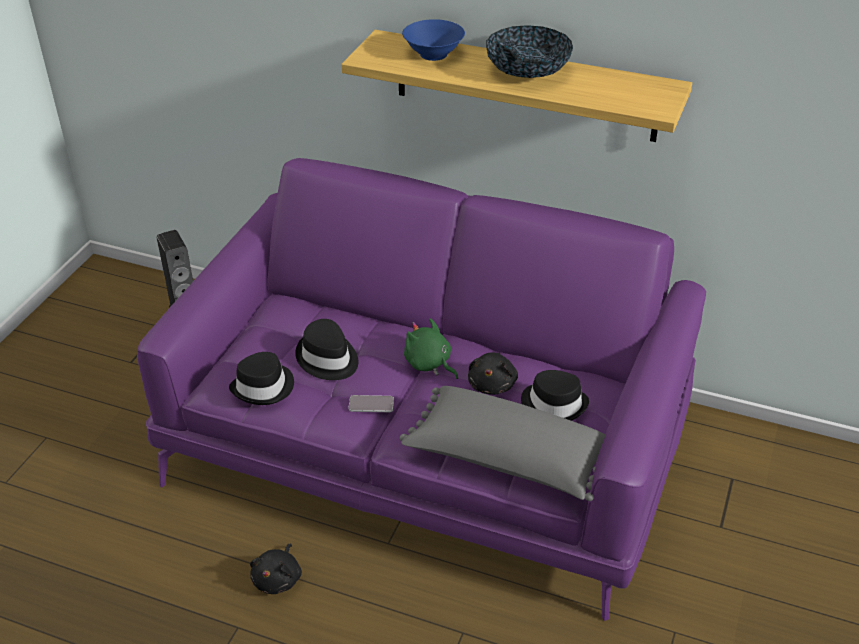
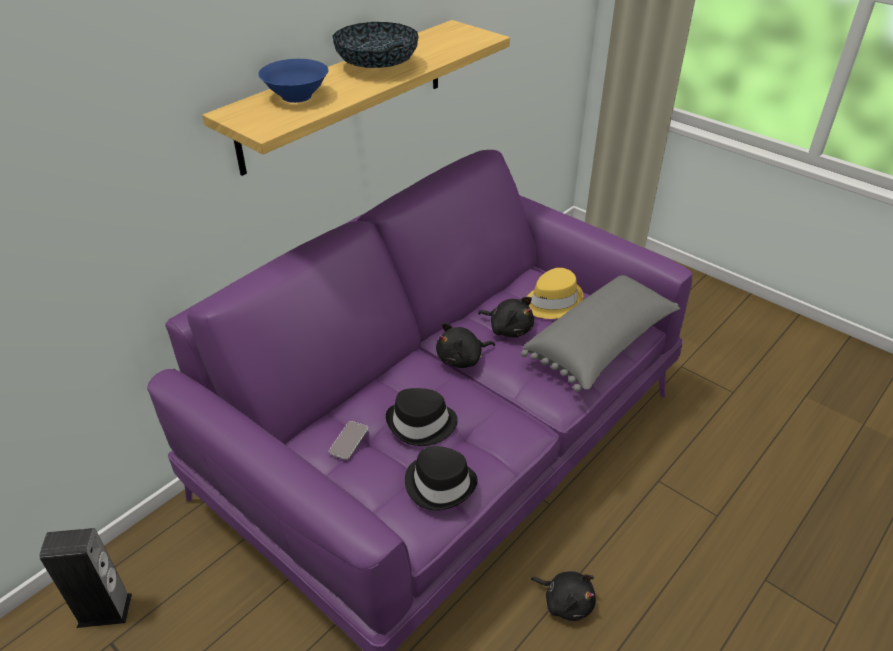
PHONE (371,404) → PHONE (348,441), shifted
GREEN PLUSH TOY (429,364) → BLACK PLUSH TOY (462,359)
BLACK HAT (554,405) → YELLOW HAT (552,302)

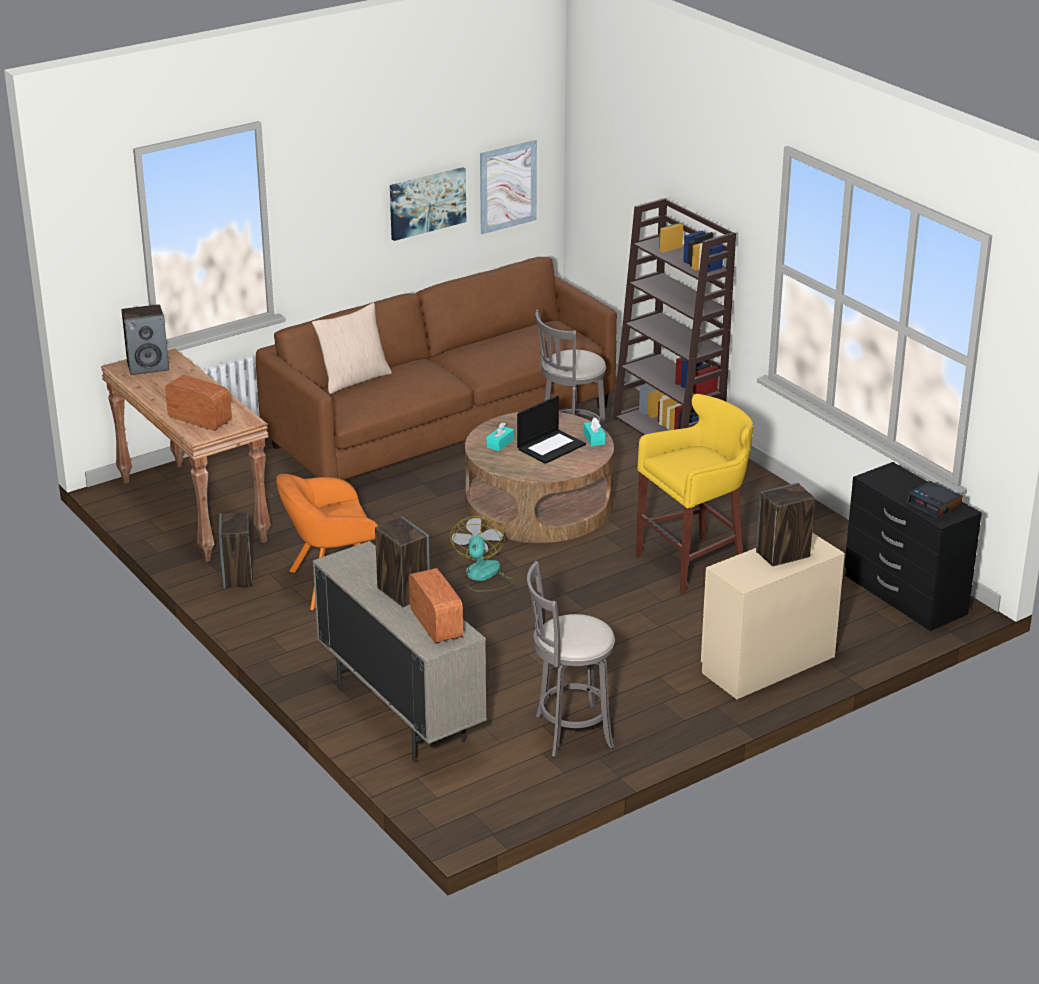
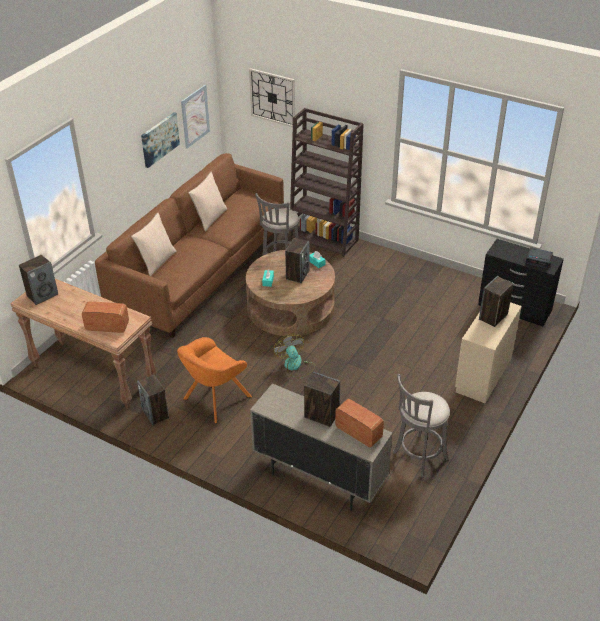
- → BEIGE PILLOW (210,218)
- → WALL CLOCK (272,97)
LAPTOP (551,446) → SPEAKER (297,275)
YELLOW STOOL (693,563) → -

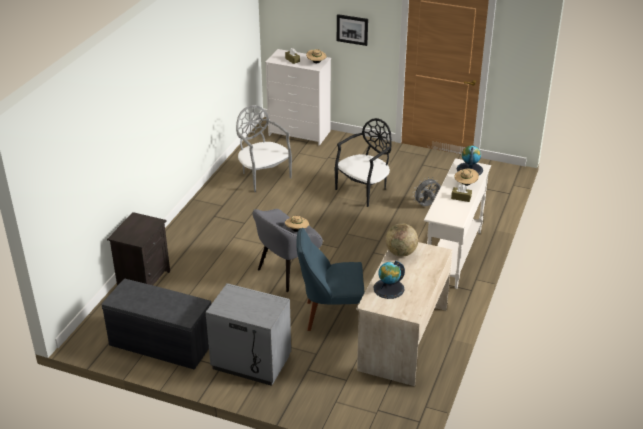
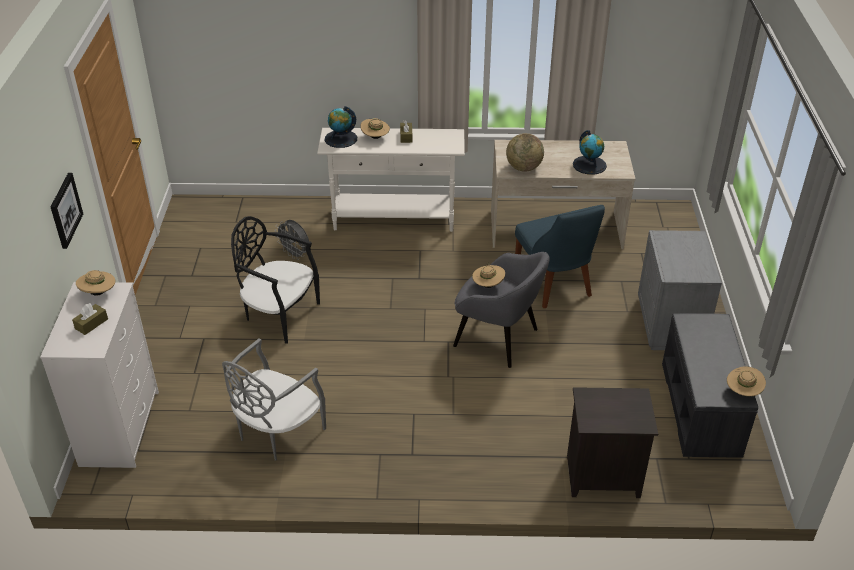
- → BEIGE HAT (743,391)

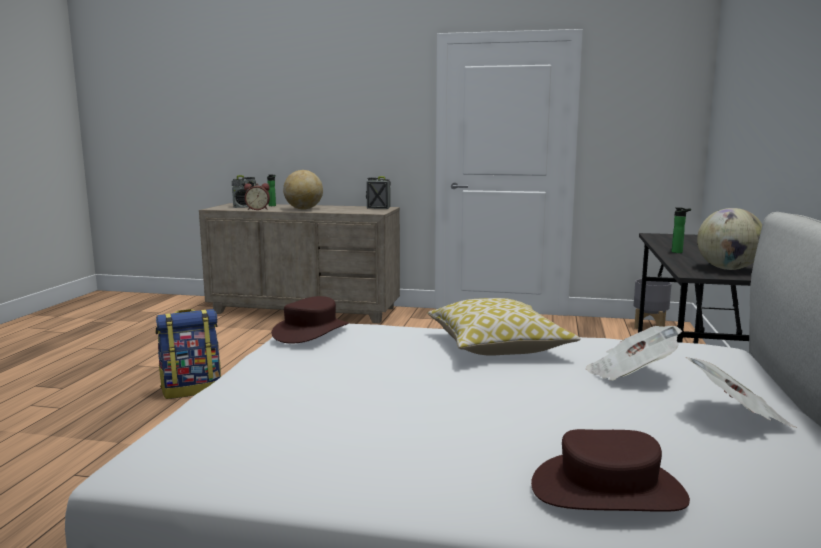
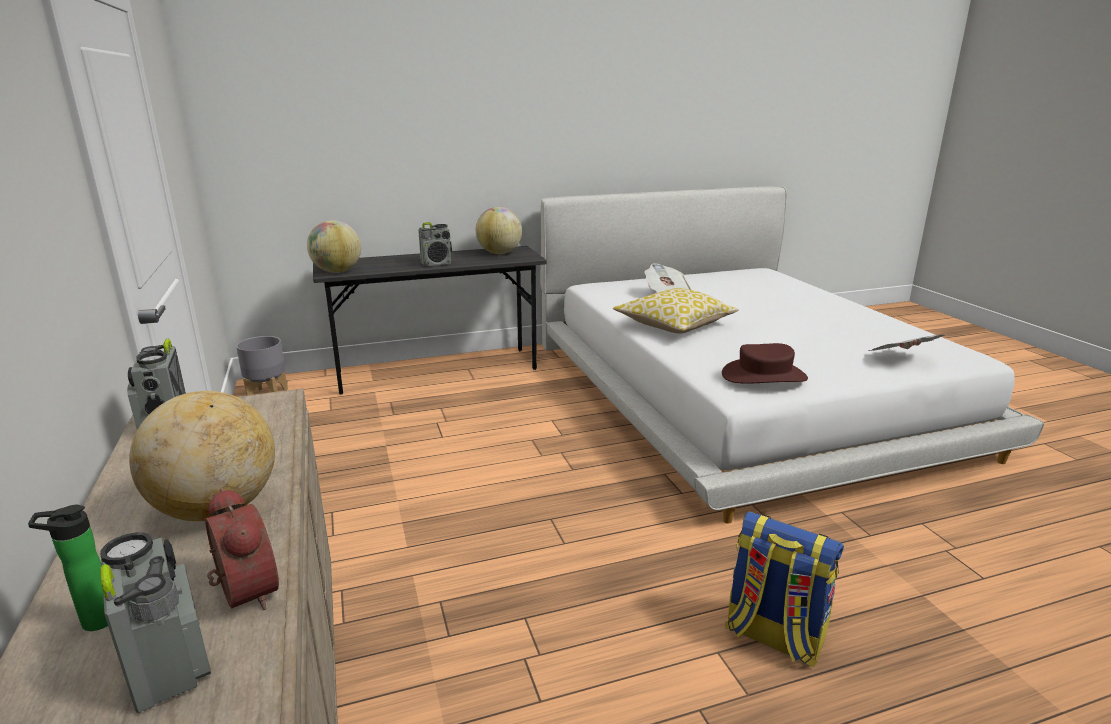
- → GLOBE (337,271)
BOTTLE (678,252) → RADIO (437,264)
NEWSPAPER (737,416) → NEWSPAPER (901,359), shifted
BROWN HAT (608,491) → -

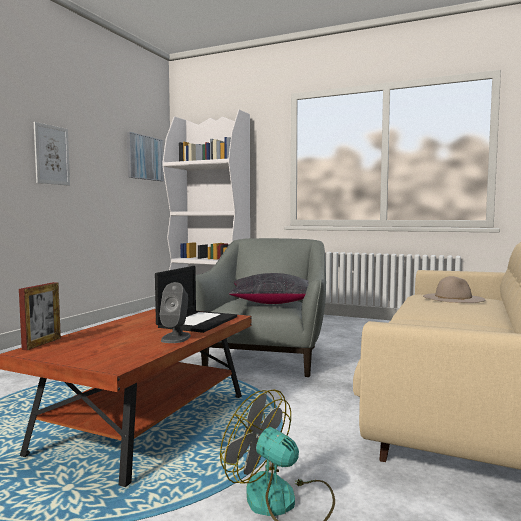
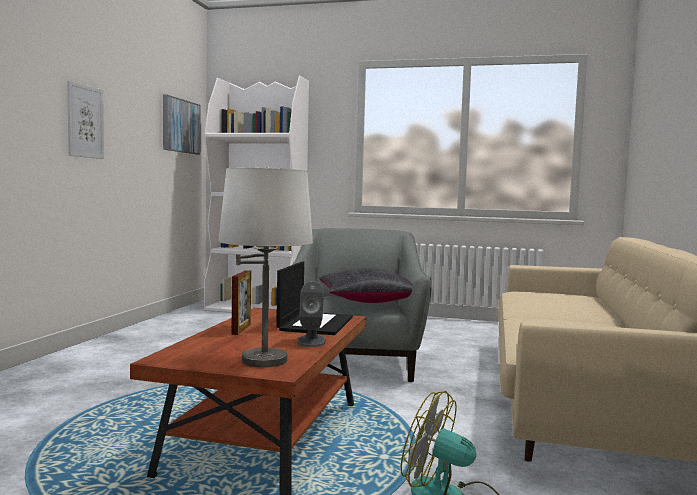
- → WHITE TABLE LAMP (264,360)
PICTURE FRAME (42,343) → PICTURE FRAME (241,329), shifted
BEIGE HAT (453,298) → -

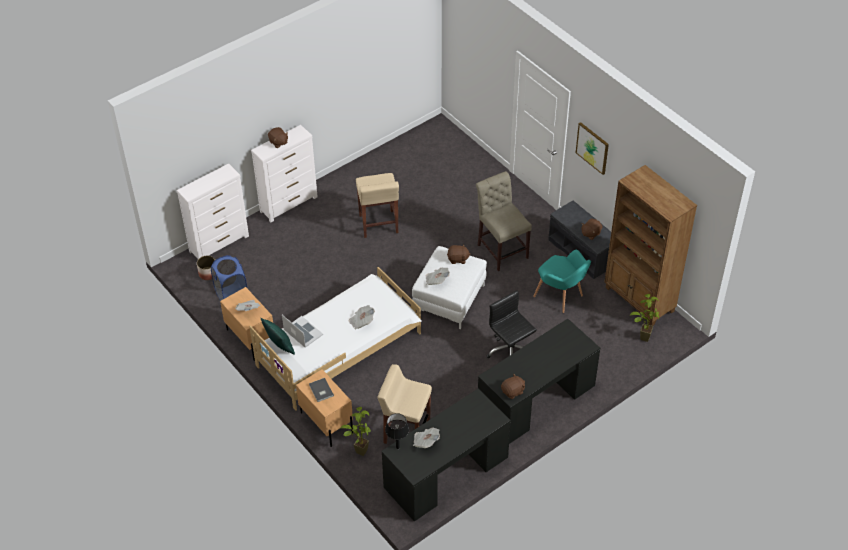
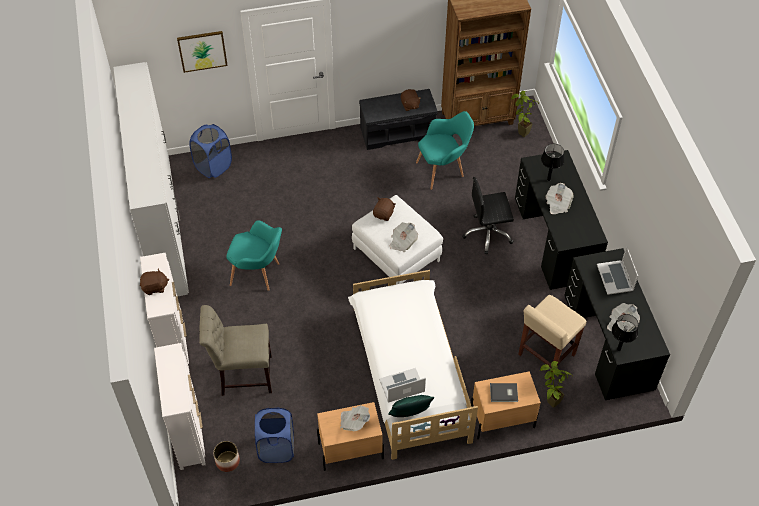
- → WHITE WARDROBE (162,226)
PICTURE (592,148) → PICTURE (202,51), shifted
- → BLUE LAUNDRY BASKET (213,166)
BEIGE CHAIR (501,249) → BEIGE CHAIR (242,375), shifted
BEIGE STOOL (378,224) → TURQUOISE ARMCHAIR (258,274)
- → BLACK TABLE LAMP (549,179)
NEWSPAPER (361,321) → NEWSPAPER (557,204), shifted
- → LAPTOP (615,277)
BROWN PLUSH TOY (513,391) → -

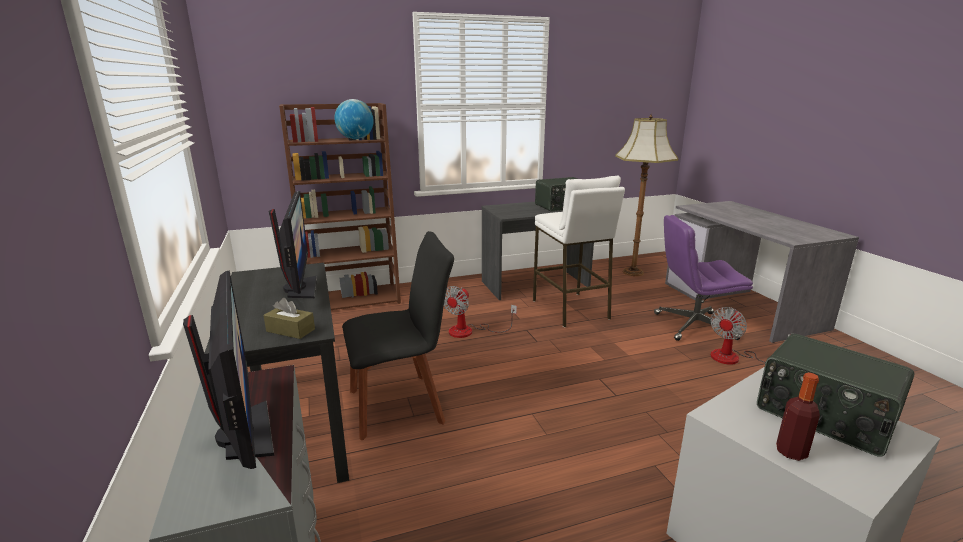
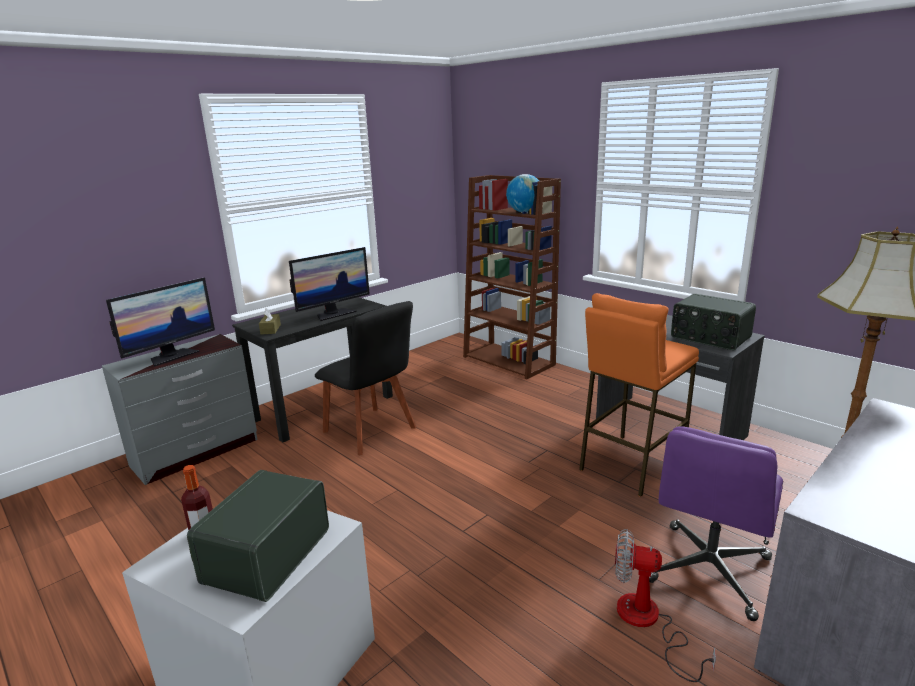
WHITE STOOL (570,309) → ORANGE STOOL (630,464)
PURPLE OFFICE CHAIR (693,326) → PURPLE OFFICE CHAIR (709,571), 120 degrees counterclockwise
FAN (469,331) → -

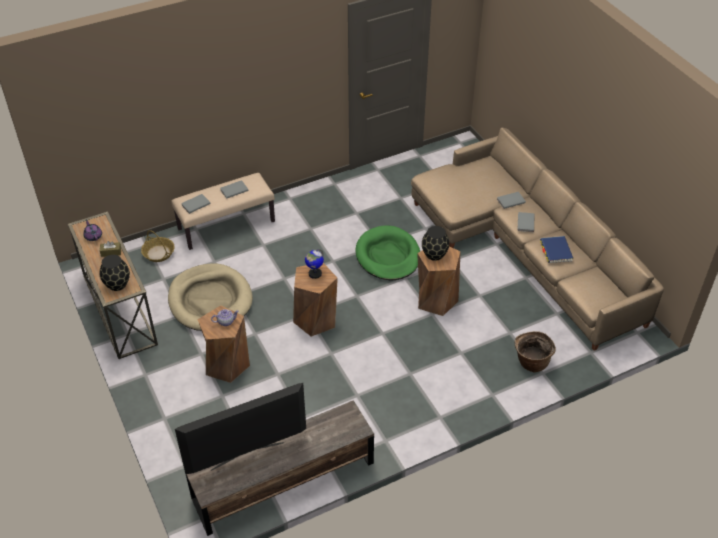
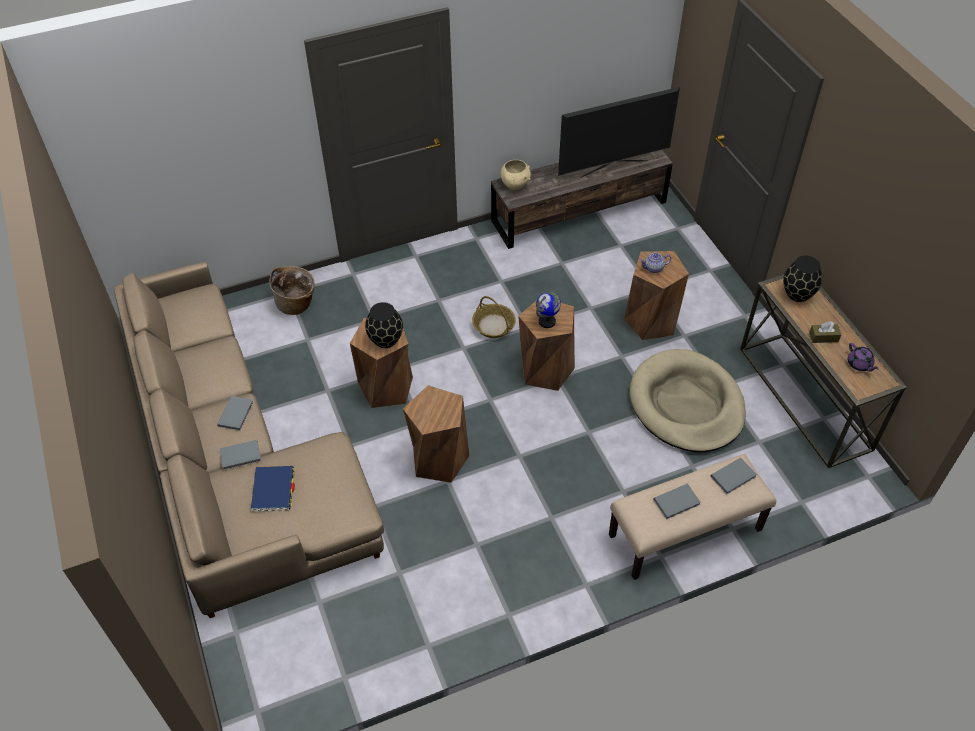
BLUE BOOK (556,251) → BLUE BOOK (273,490), shifted
GREEN DOG BED (388,256) → BROWN STOOL (439,459)
BASKET (159,253) → BASKET (493,325), shifted
- → BEIGE BOWL (515,185)

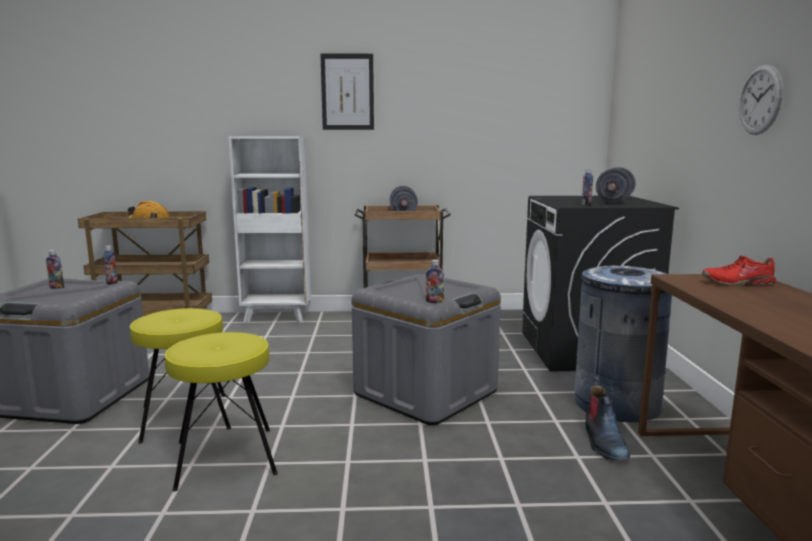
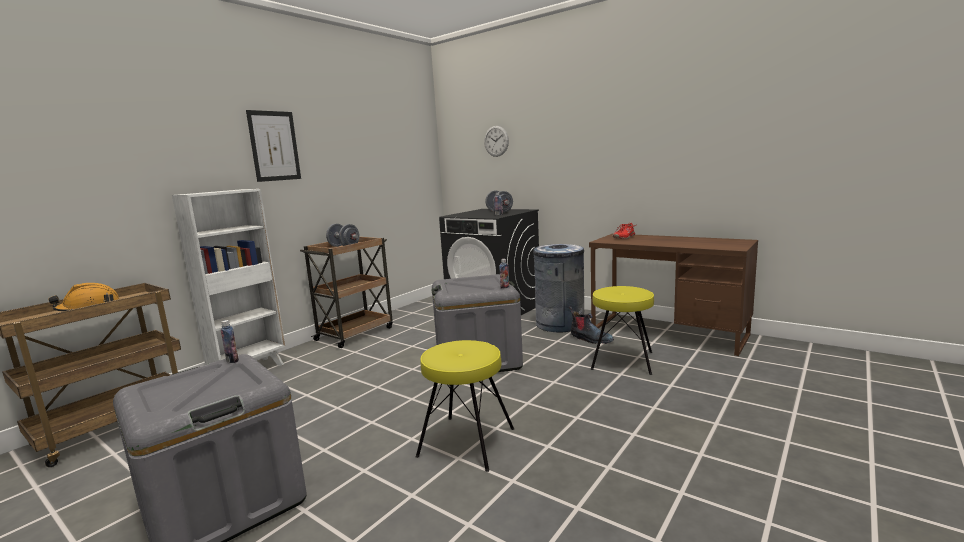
WALL CLOCK (760,100) → WALL CLOCK (496,141), shifted
YELLOW STOOL (185,417) → YELLOW STOOL (621,360), shifted
BOTTLE (57,287) → -

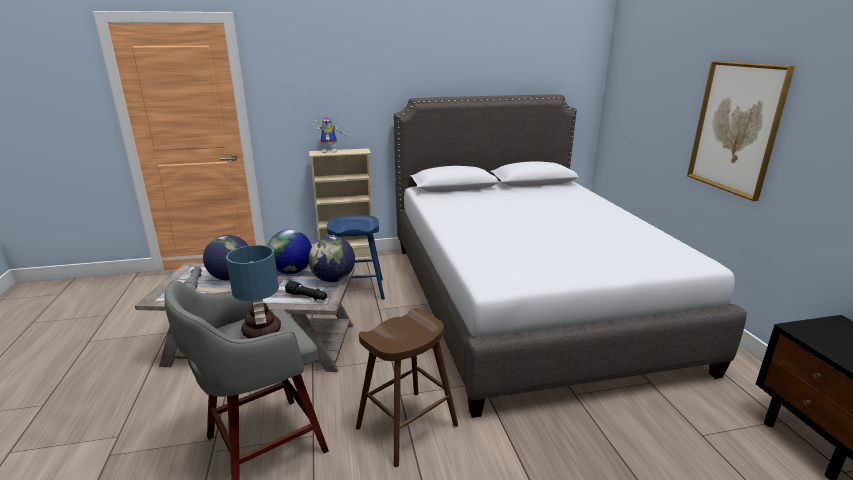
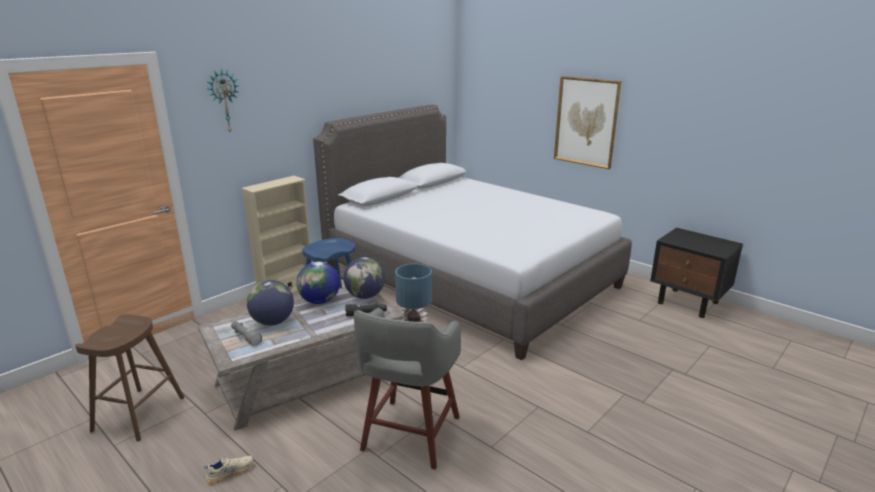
BROWN STOOL (407,426) → BROWN STOOL (139,414), shifted
- → BEIGE SHOE (230,472)
- → WALL CLOCK (224,101)
TOY ROBOT (331,151) → -

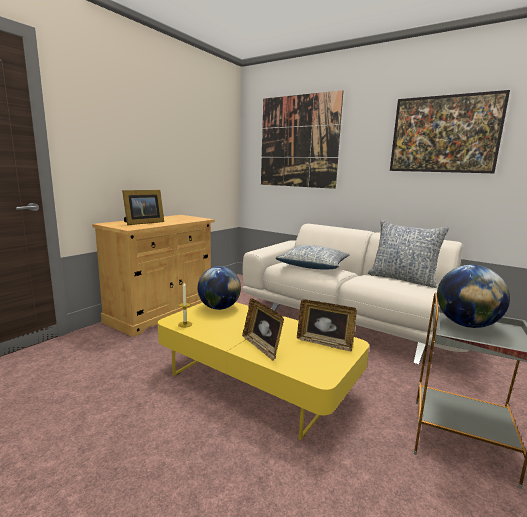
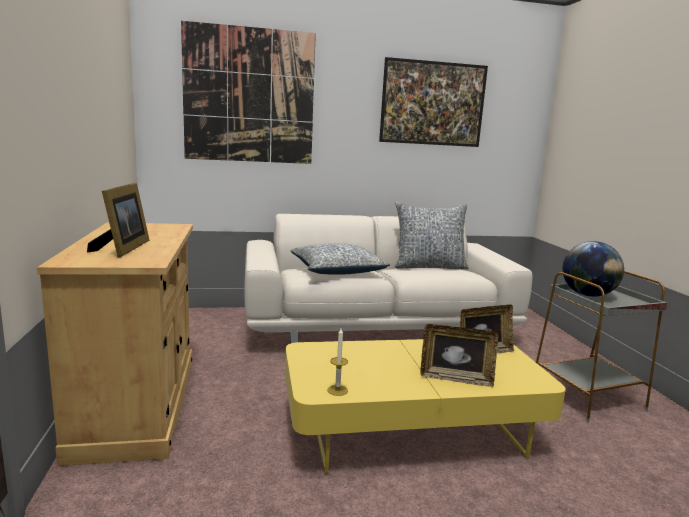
GLOBE (219,308) → -

